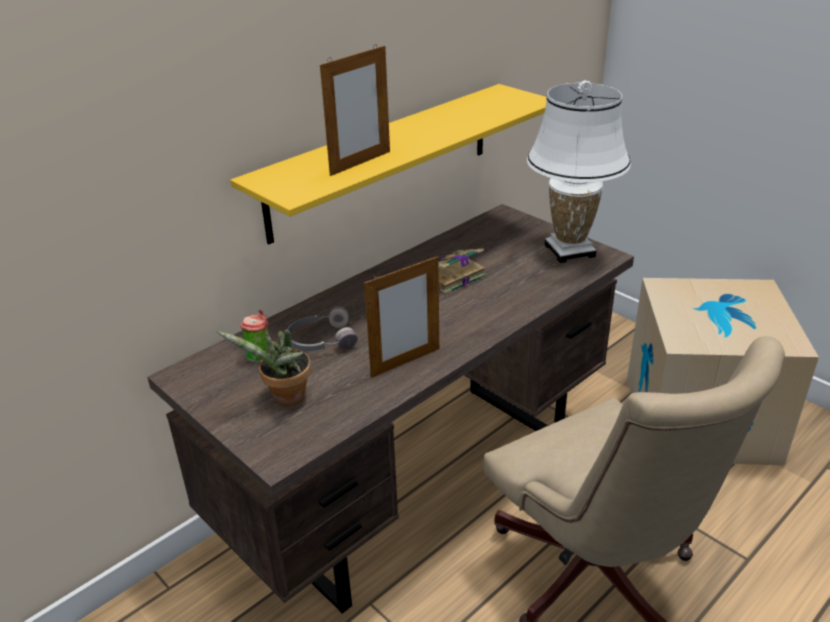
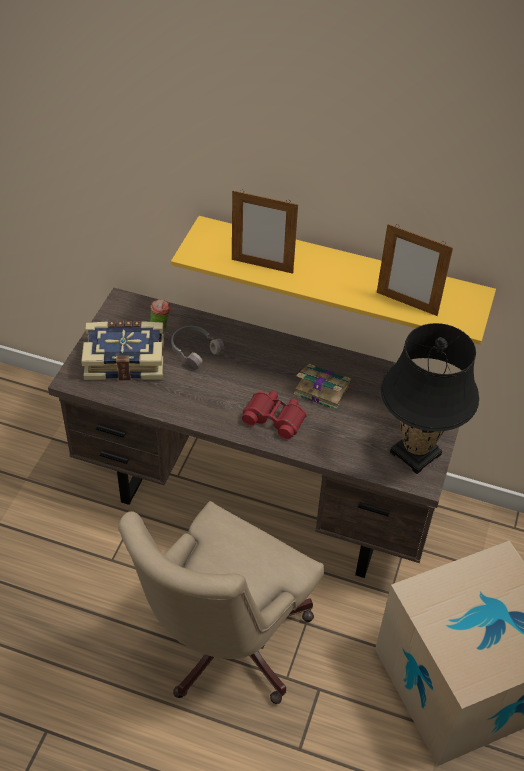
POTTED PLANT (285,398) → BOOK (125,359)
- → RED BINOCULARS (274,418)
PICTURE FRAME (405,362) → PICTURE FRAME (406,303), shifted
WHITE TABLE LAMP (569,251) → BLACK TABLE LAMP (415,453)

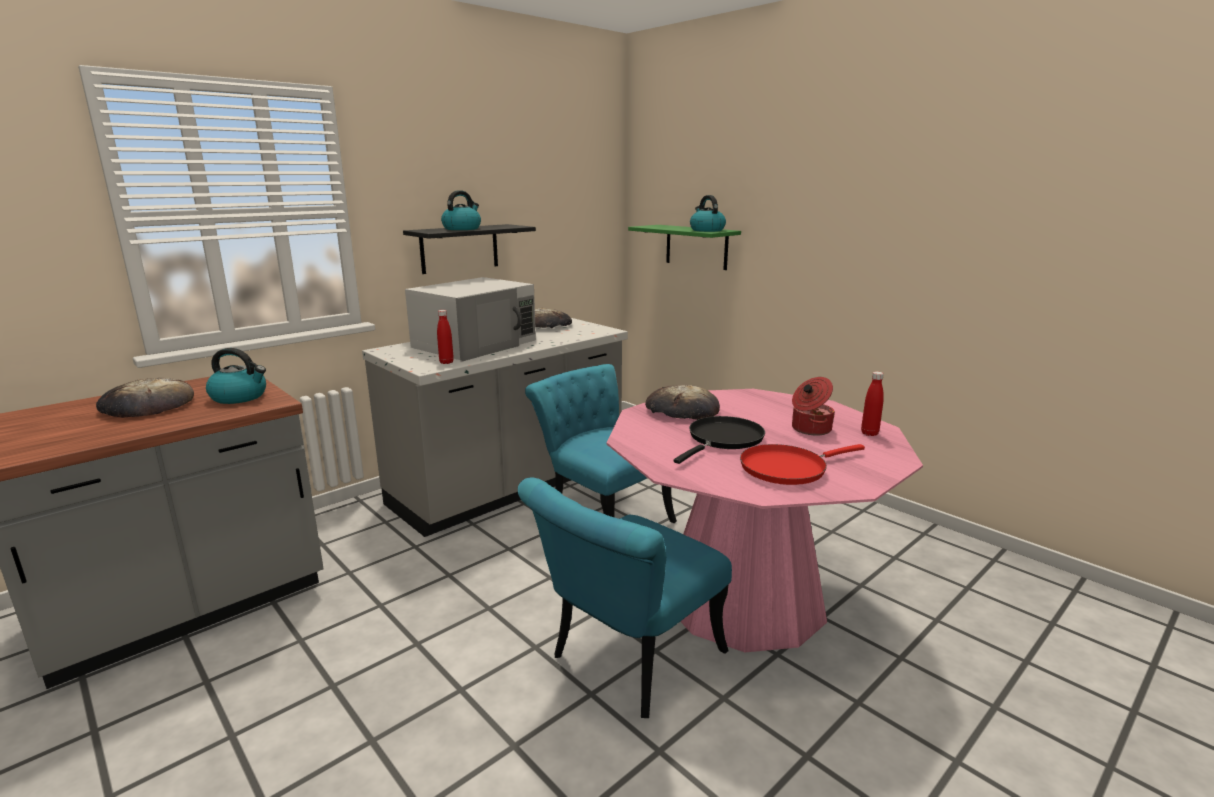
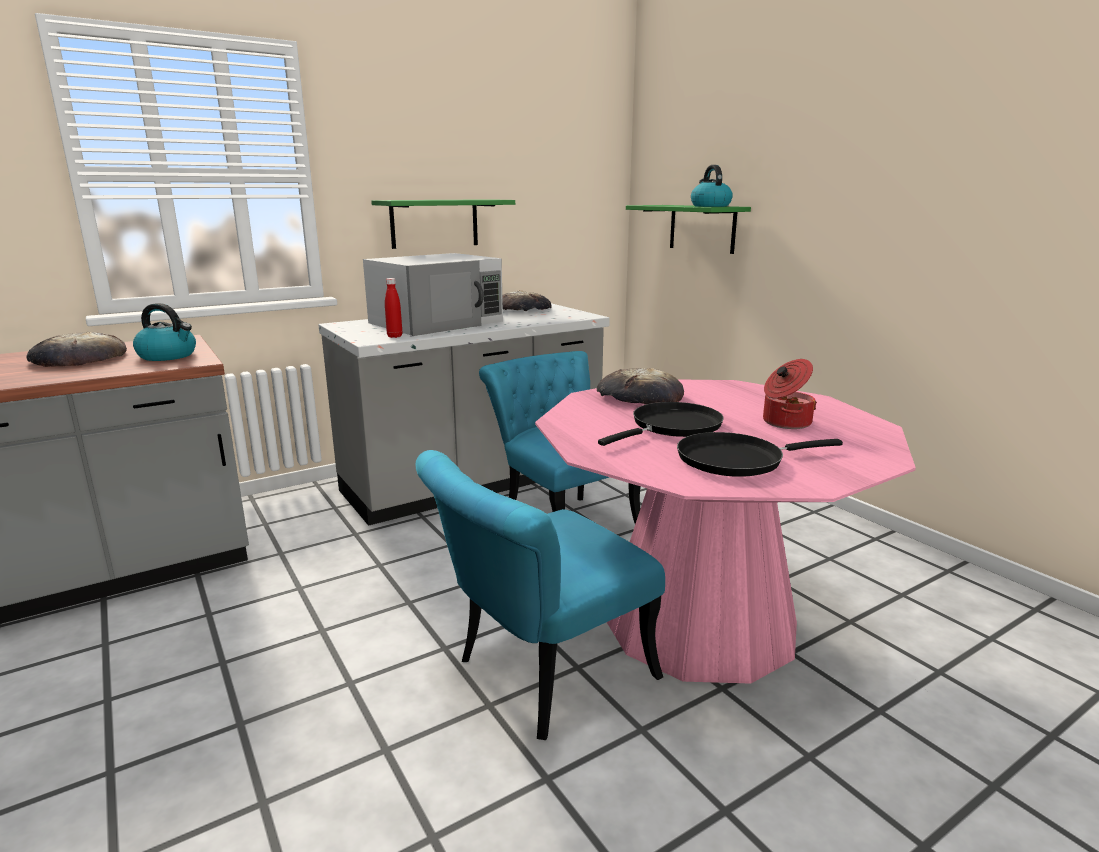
BLACK SHELF (459,248) → GREEN SHELF (434,223)
RED FRYING PAN (787,468) → BLACK FRYING PAN (736,460)
KETTLE (462,229) → -
RED BOTTLE (869,433) → -

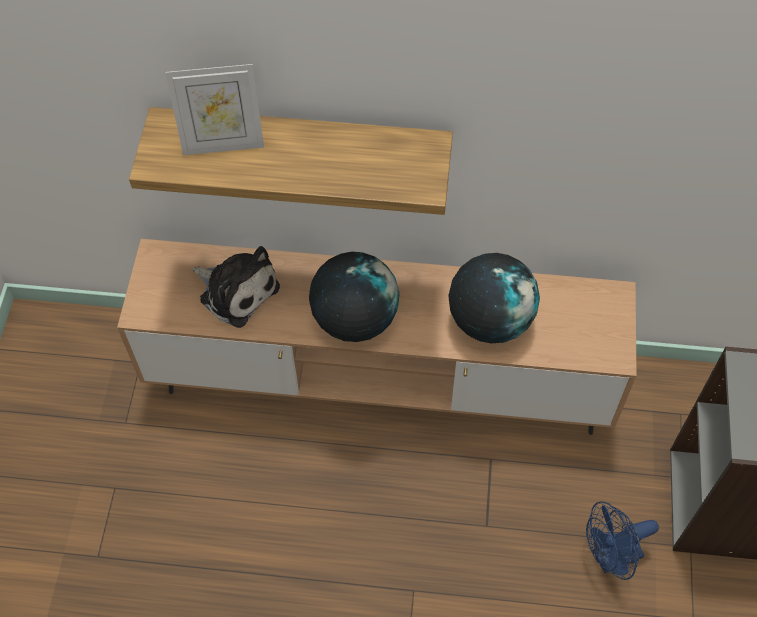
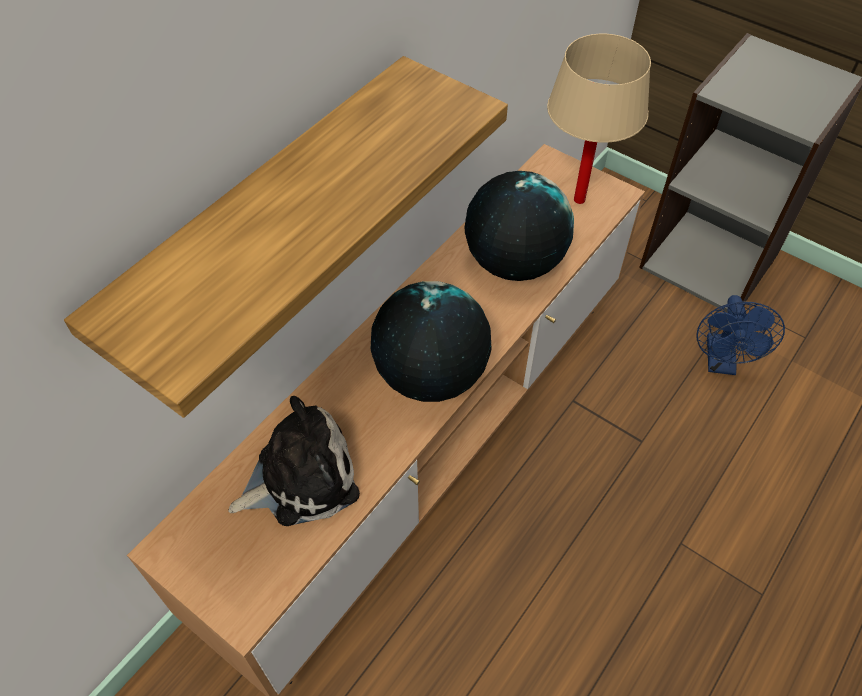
- → BEIGE TABLE LAMP (579,199)
PICTURE FRAME (223,144) → -

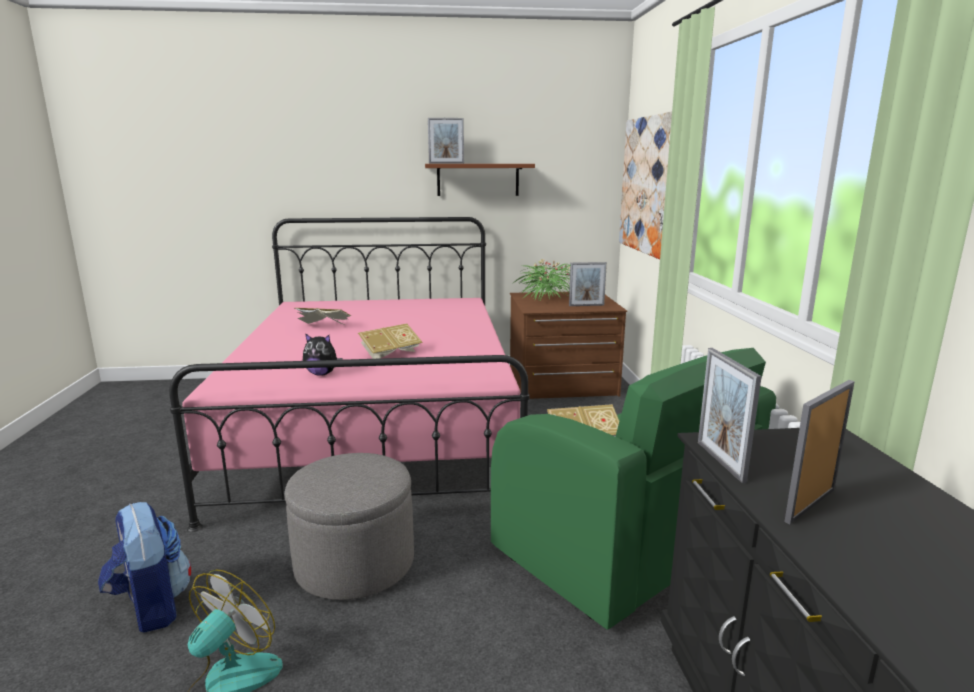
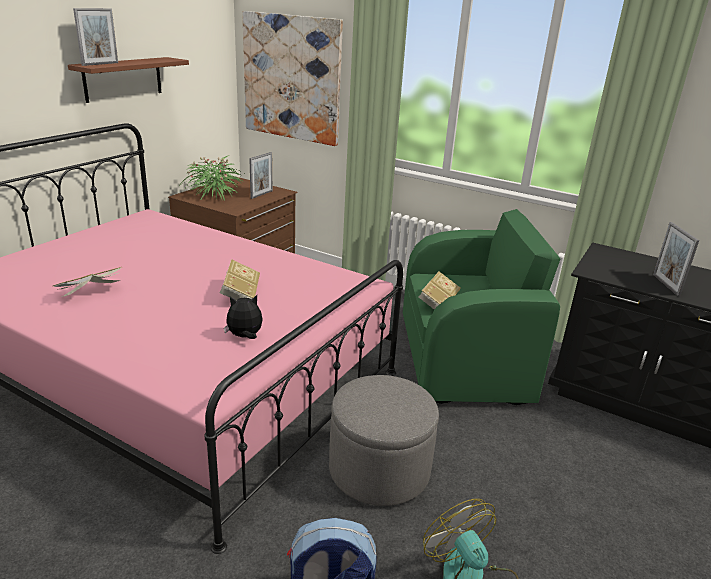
PLUSH TOY (322,374) → PLUSH TOY (245,337), 150 degrees counterclockwise
PICTURE FRAME (720,461) → -

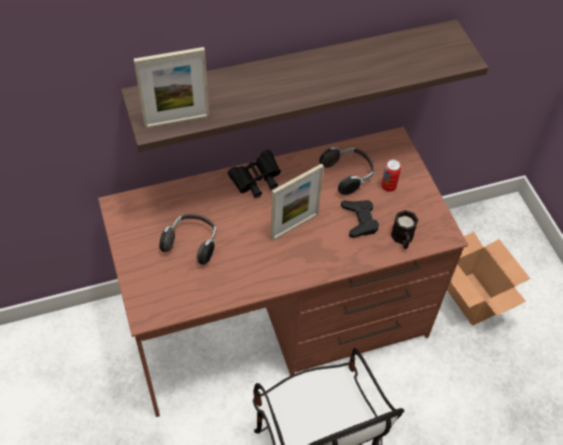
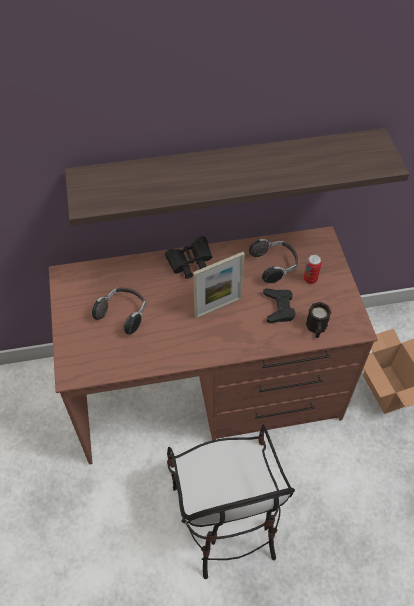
PICTURE FRAME (177,121) → -

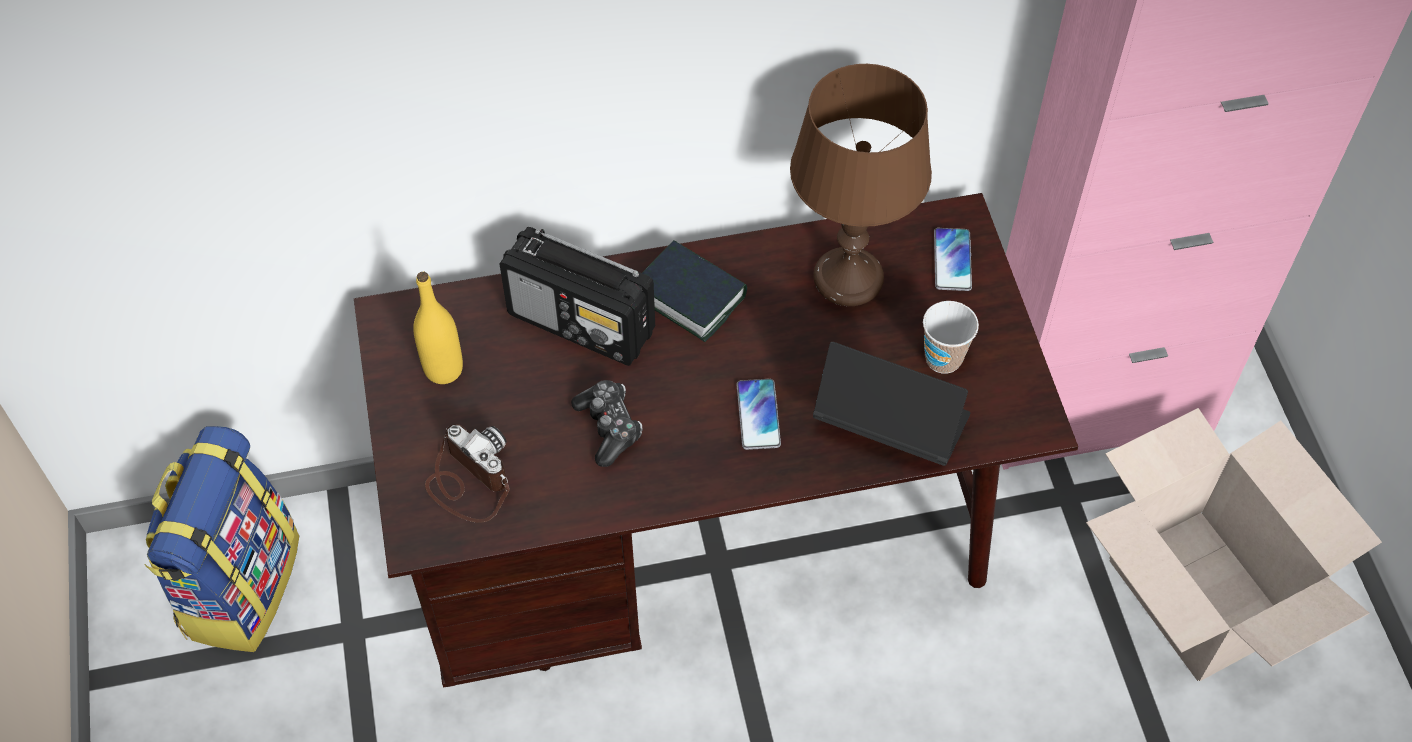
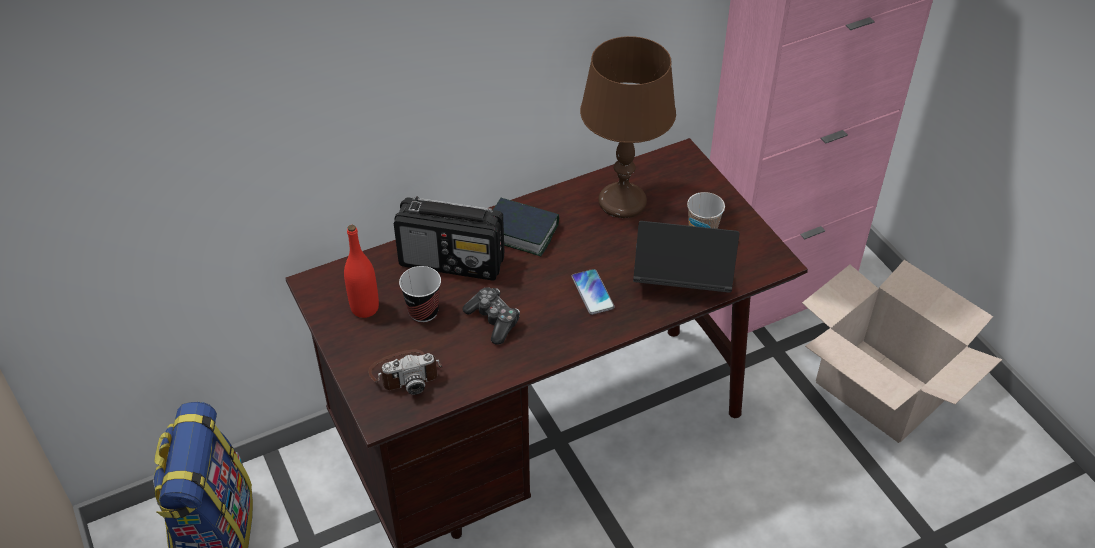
YELLOW BOTTLE (443,369) → RED BOTTLE (365,308)
PHOTO CAMERA (468,481) → PHOTO CAMERA (406,373), 135 degrees clockwise
- → CUP (423,311)
PHONE (952,260) → -

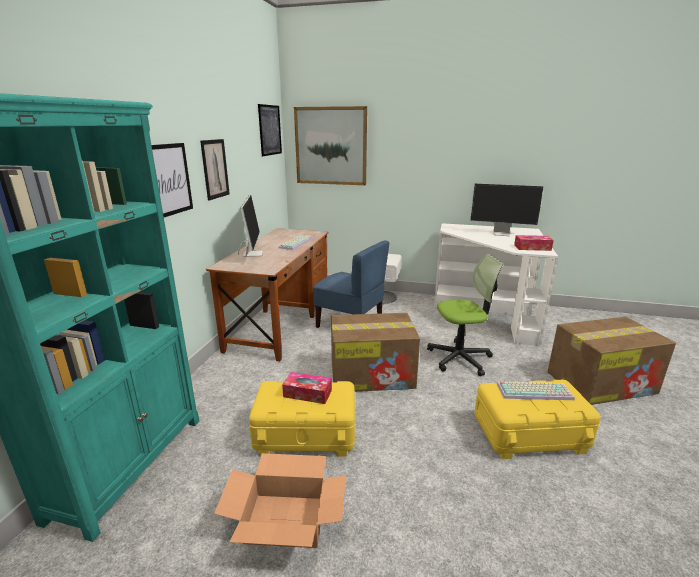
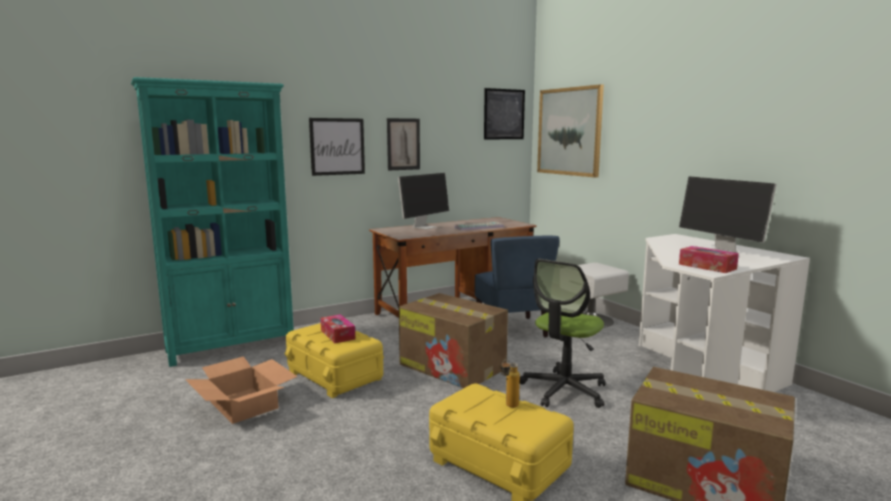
KEYBOARD (534,391) → BOTTLE (508,406)
OFFICE CHAIR (459,358) → OFFICE CHAIR (564,390), 90 degrees clockwise

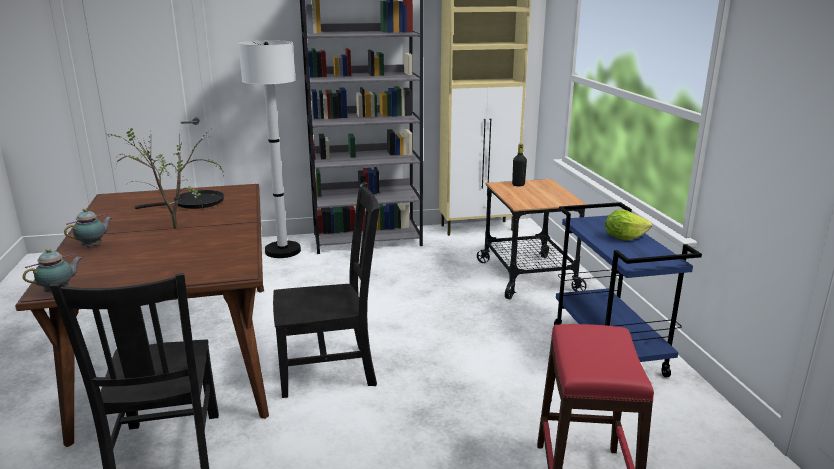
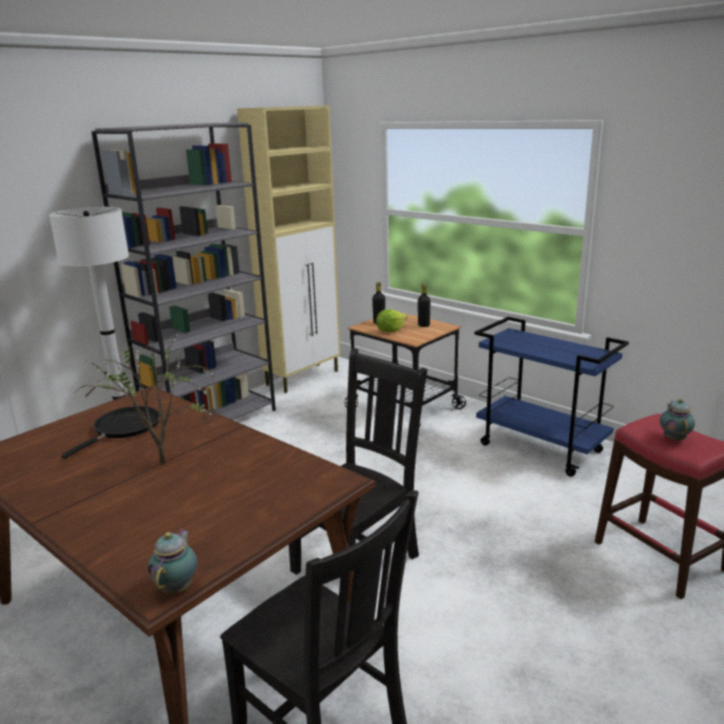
LETTUCE (624,238) → LETTUCE (390,331), shifted
- → BLACK BOTTLE (423,325)
TEAPOT (93,246) → TEAPOT (674,438), shifted

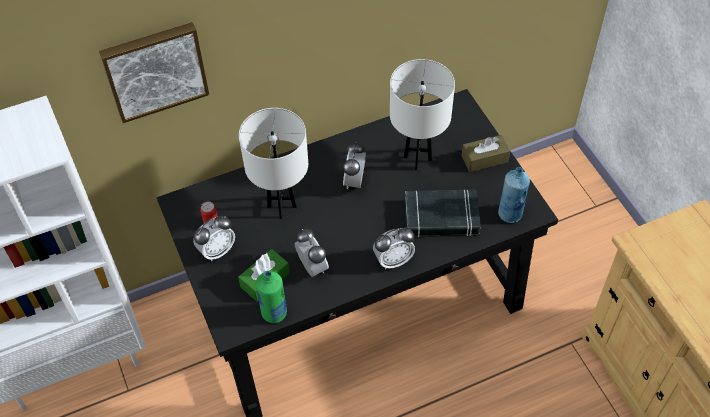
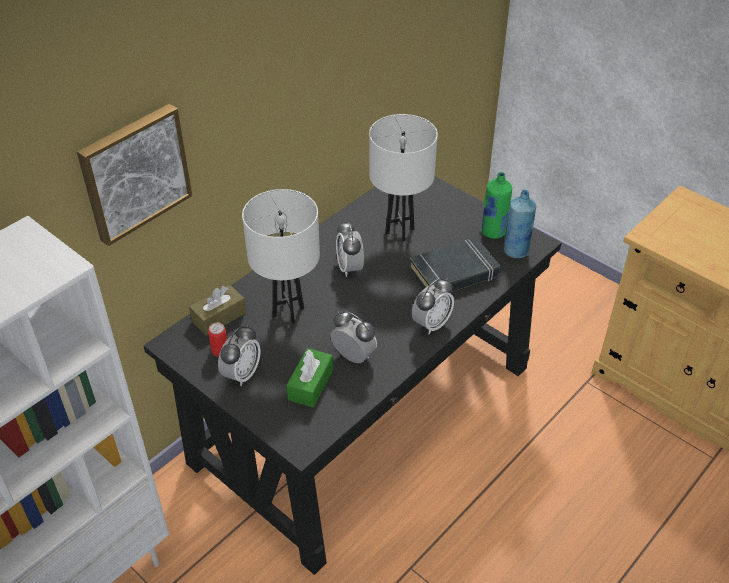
BROWN TISSUE BOX (484,159) → BROWN TISSUE BOX (219,317), shifted
GREEN BOTTLE (274,313) → GREEN BOTTLE (493,232), shifted

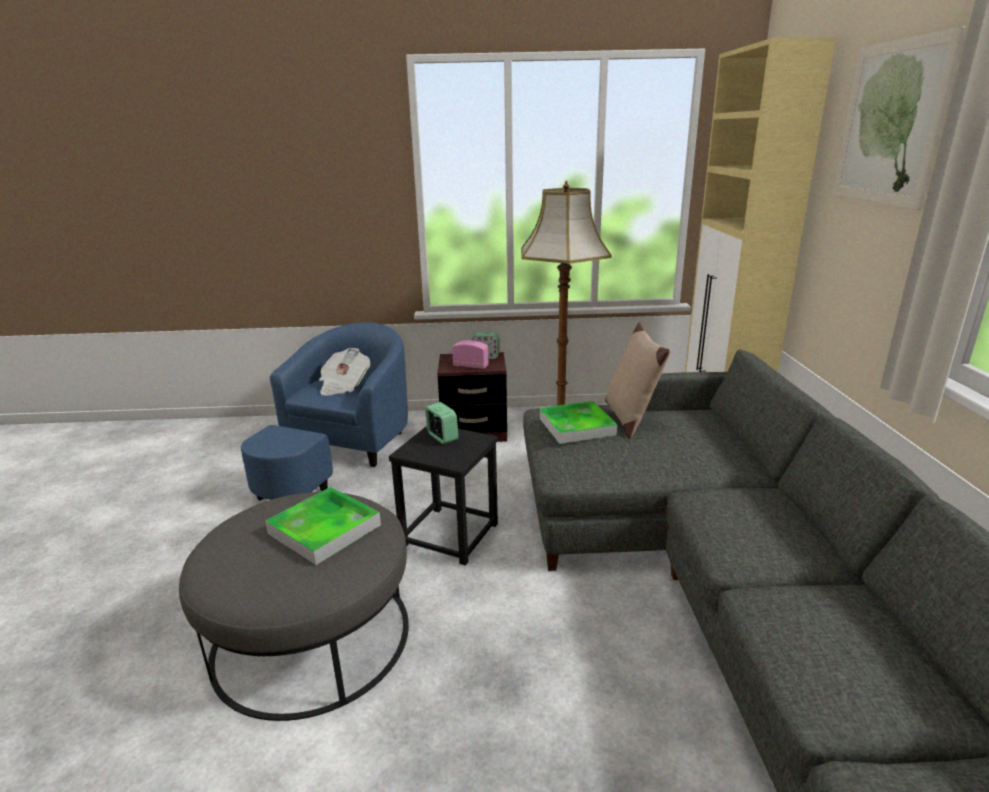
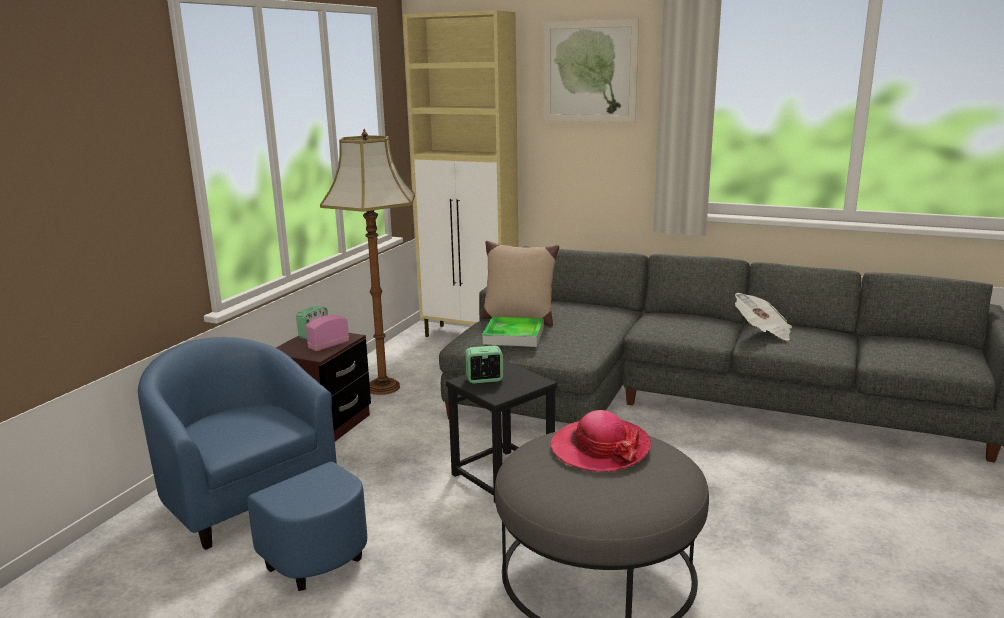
TRAY (324,529) → HAT (599,448)
NEWSPAPER (344,386) → NEWSPAPER (762,331), shifted

